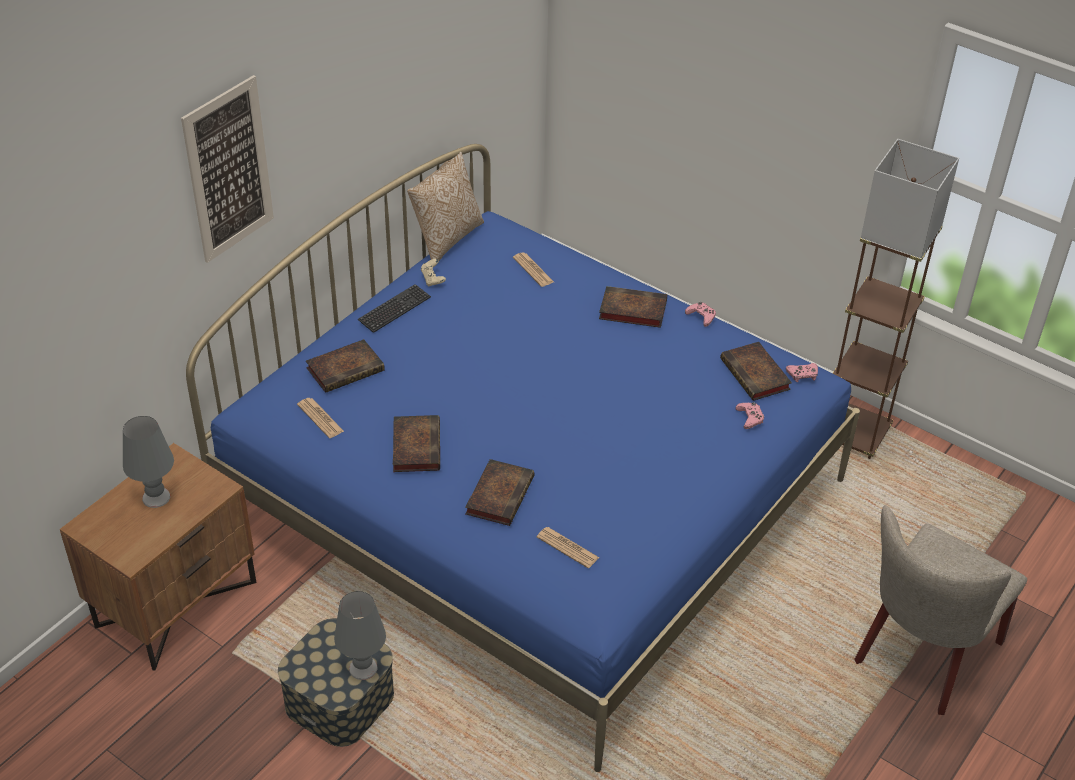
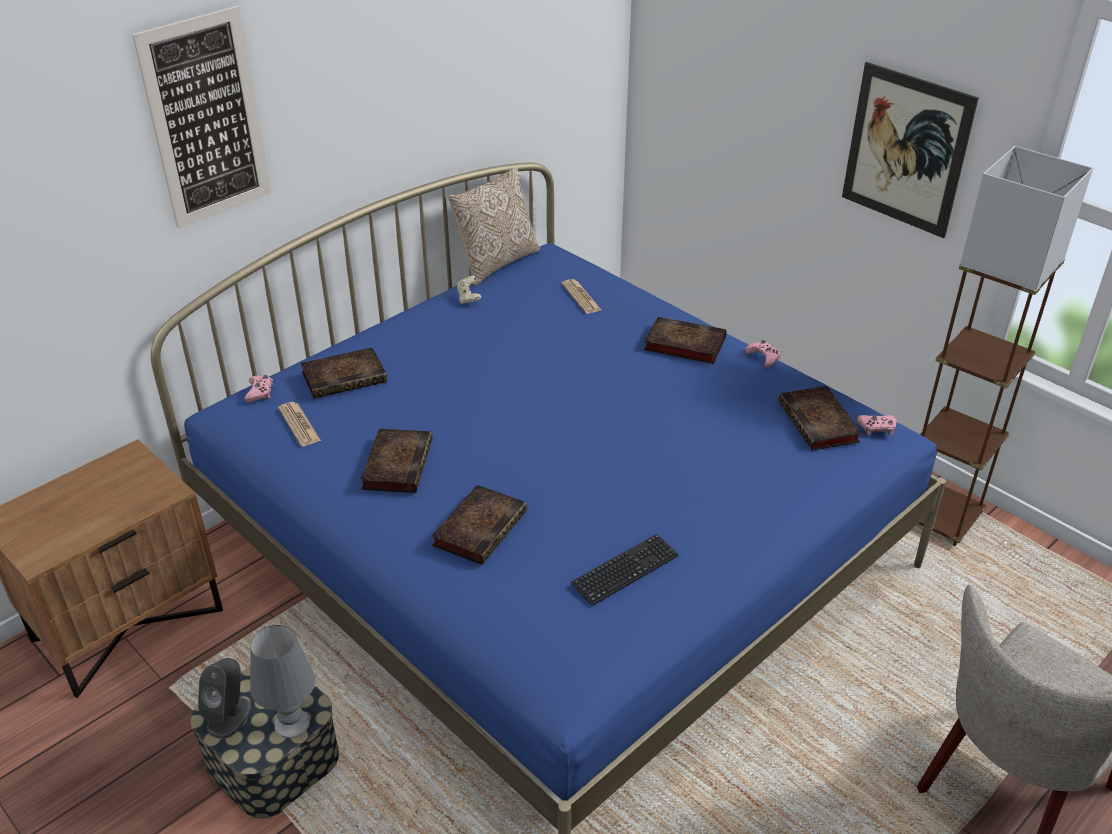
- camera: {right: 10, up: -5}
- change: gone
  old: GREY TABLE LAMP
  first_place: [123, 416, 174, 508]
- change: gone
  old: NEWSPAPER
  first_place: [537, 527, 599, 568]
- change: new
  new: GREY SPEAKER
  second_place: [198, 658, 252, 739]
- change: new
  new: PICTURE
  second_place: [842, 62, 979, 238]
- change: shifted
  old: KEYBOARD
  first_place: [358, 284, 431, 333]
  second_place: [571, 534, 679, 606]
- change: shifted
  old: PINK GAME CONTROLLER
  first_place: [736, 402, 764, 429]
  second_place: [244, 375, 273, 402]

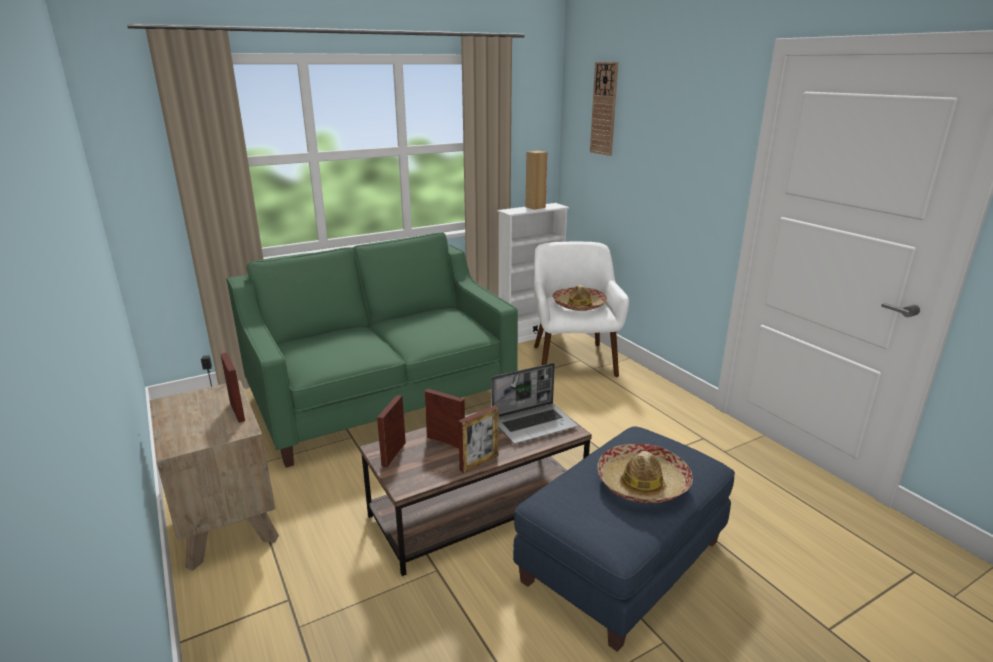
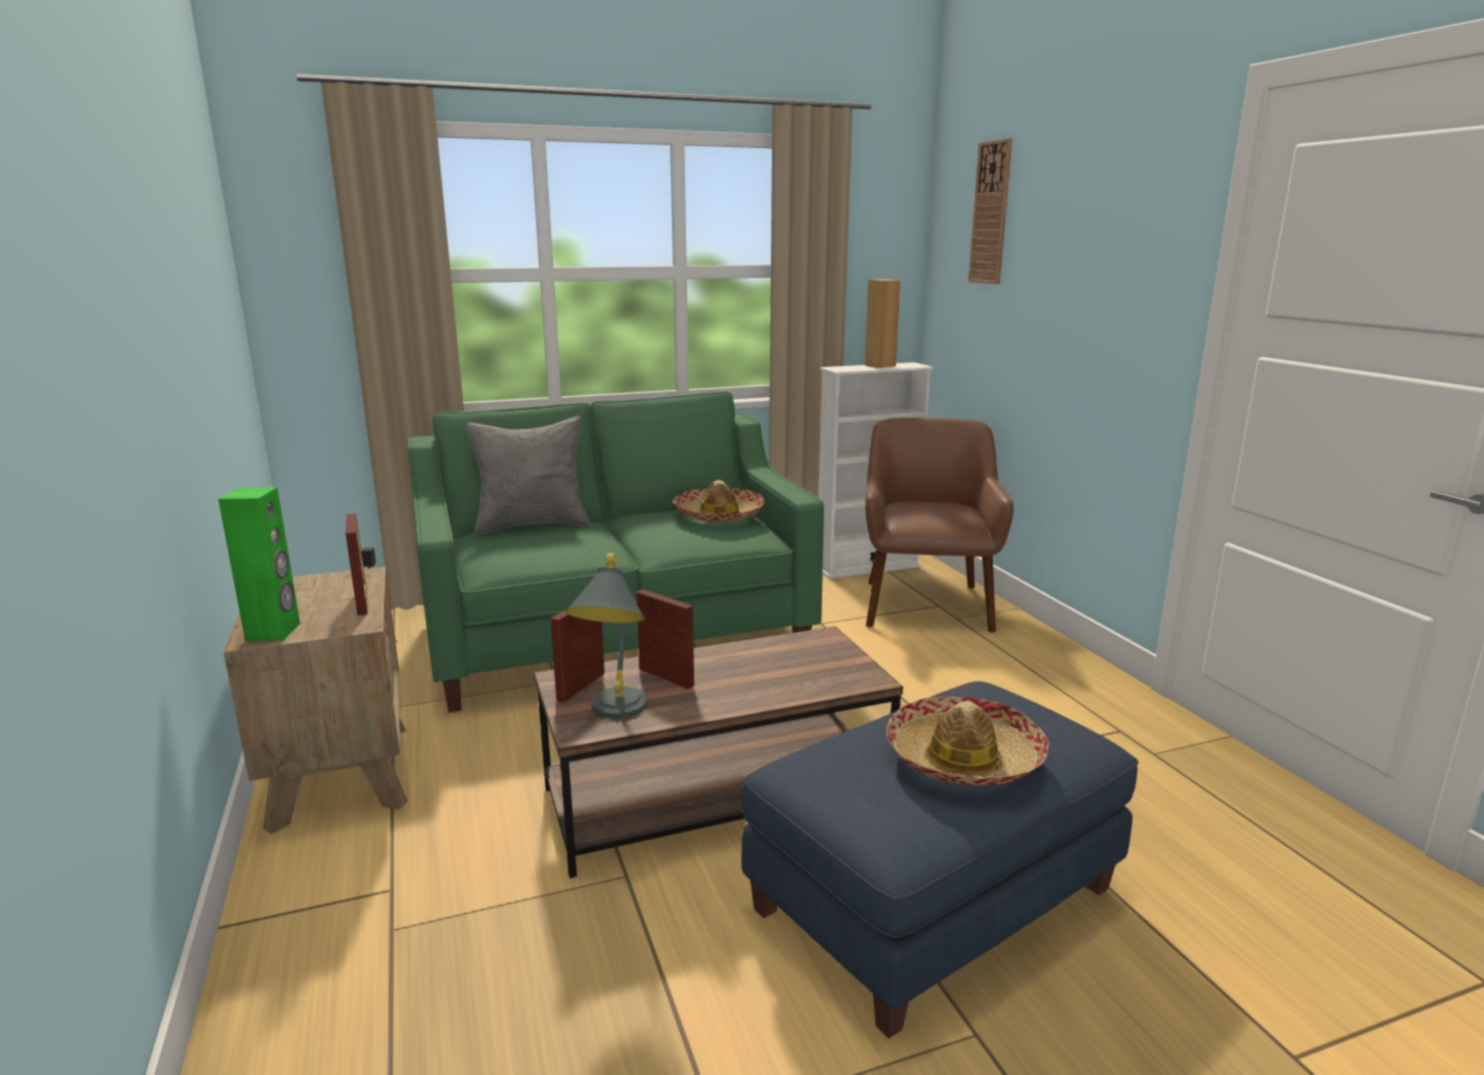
- camera: {right: 10, up: -5}
- change: gone
  old: PICTURE FRAME
  first_place: [458, 405, 499, 473]
- change: gone
  old: LAPTOP
  first_place: [491, 363, 577, 444]
- change: new
  new: GREEN SPEAKER
  second_place: [218, 487, 300, 641]
- change: new
  new: GREY PILLOW
  second_place: [466, 416, 590, 536]
- change: new
  new: GREY TABLE LAMP
  second_place: [565, 553, 648, 719]
- change: shifted
  old: HAT
  first_place: [552, 285, 607, 311]
  second_place: [673, 480, 765, 523]
- change: repainted
  old: WHITE ARMCHAIR
  new: BROWN ARMCHAIR
  first_place: [534, 242, 629, 377]
  second_place: [865, 418, 1014, 633]

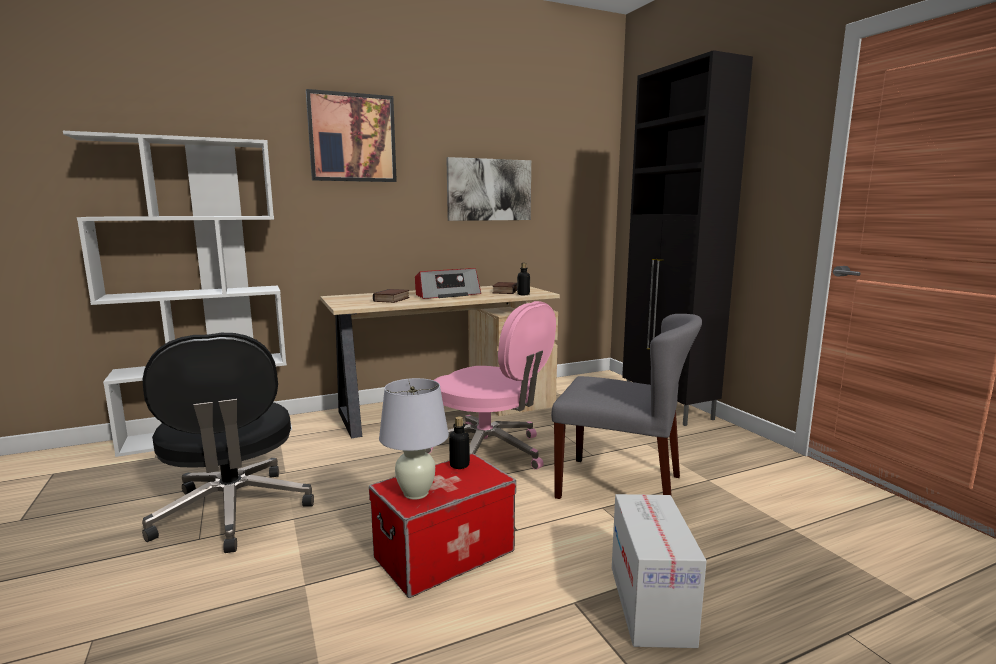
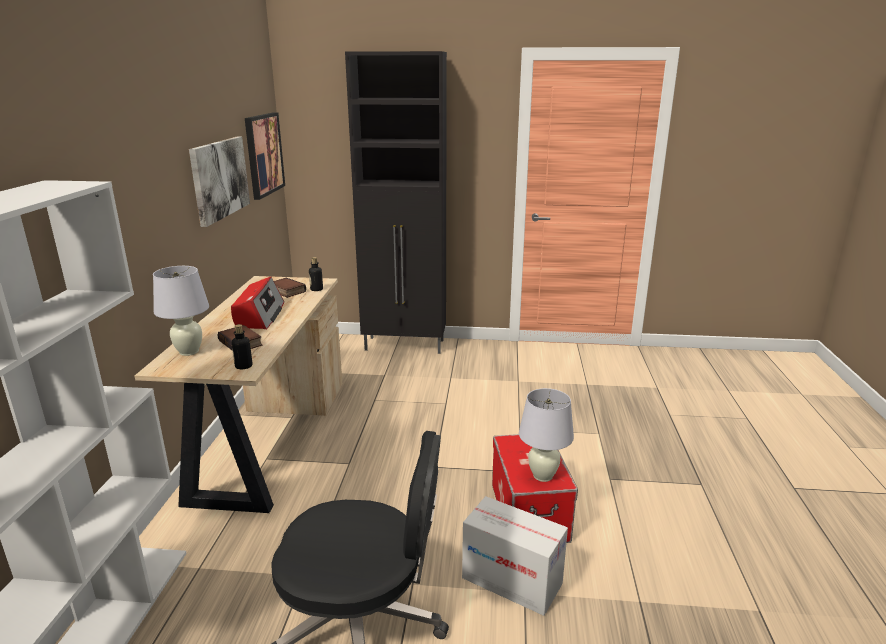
- camera: {right: -60, up: 10}
- change: gone
  old: PINK OFFICE CHAIR
  first_place: [426, 301, 556, 470]
- change: gone
  old: GREY CHAIR
  first_place: [551, 314, 702, 499]
- change: new
  new: WHITE TABLE LAMP
  second_place: [153, 266, 209, 356]
- change: shifted
  old: PICTURE
  first_place: [306, 89, 397, 182]
  second_place: [245, 112, 285, 200]
- change: shifted
  old: BOTTLE
  first_place: [449, 416, 470, 469]
  second_place: [232, 324, 252, 369]
- change: shifted
  old: CARDBOARD BOX
  first_place: [612, 494, 707, 648]
  second_place: [462, 496, 568, 616]

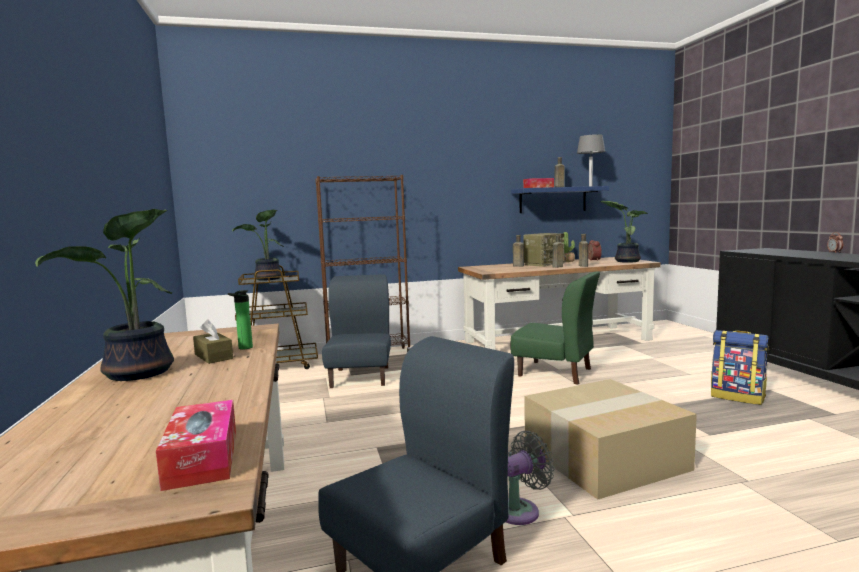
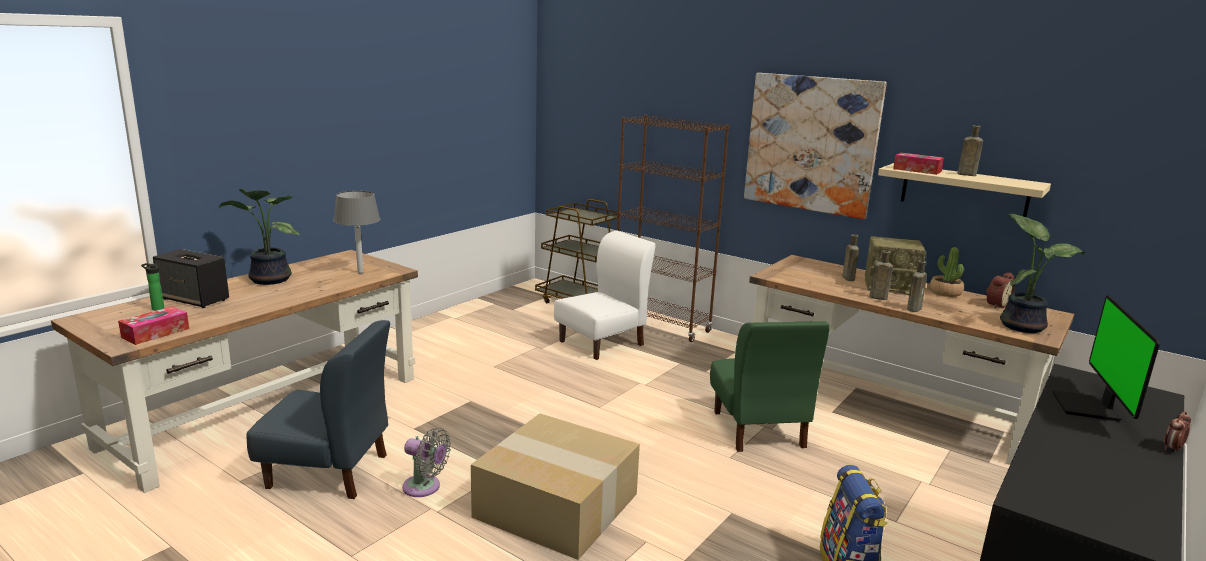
- camera: {right: 50, up: 10}
- change: gone
  old: BROWN TISSUE BOX
  first_place: [193, 319, 233, 364]
- change: gone
  old: POTTED PLANT
  first_place: [232, 210, 284, 281]
- change: new
  new: SPEAKER
  second_place: [153, 249, 229, 308]
- change: new
  new: PICTURE
  second_place: [744, 73, 887, 219]
- change: new
  new: MONITOR
  second_place: [1052, 295, 1160, 422]
- change: shifted
  old: BOTTLE
  first_place: [228, 290, 253, 350]
  second_place: [141, 263, 164, 311]
- change: shifted
  old: GREY TABLE LAMP
  first_place: [577, 134, 605, 186]
  second_place: [333, 191, 380, 273]
- change: repainted
  old: BLUE CHAIR
  new: WHITE CHAIR
  first_place: [322, 274, 391, 388]
  second_place: [554, 231, 656, 360]
- change: repainted
  old: BLUE SHELF
  new: BEIGE SHELF
  first_place: [511, 186, 609, 213]
  second_place: [878, 163, 1051, 217]

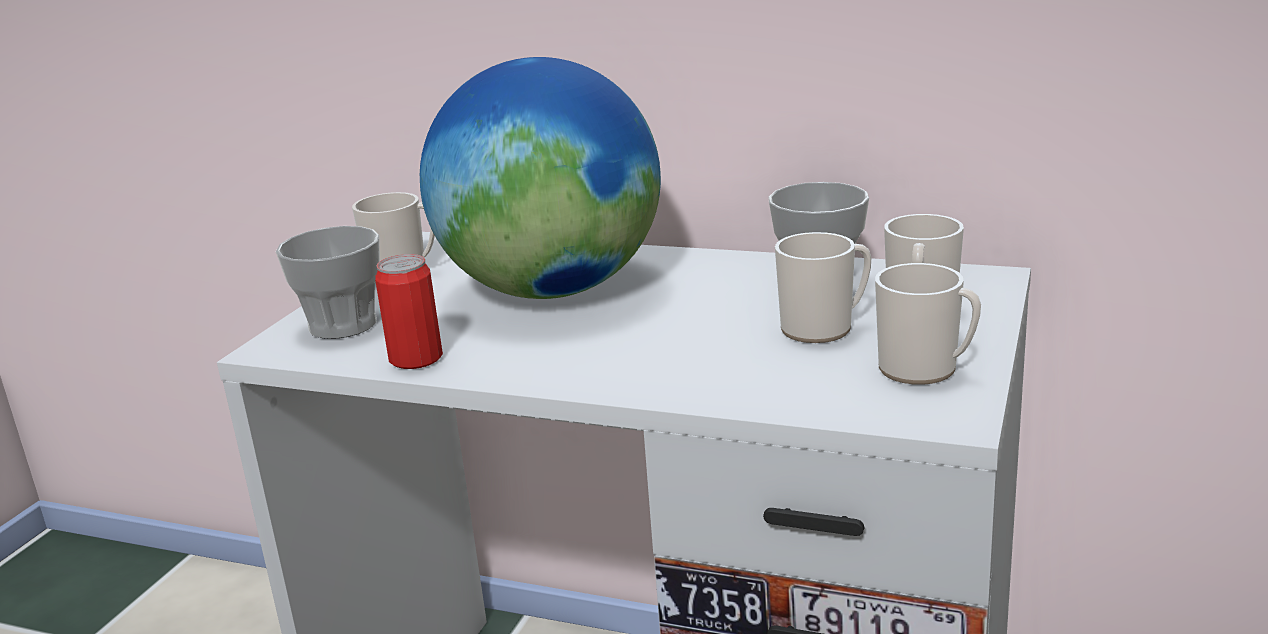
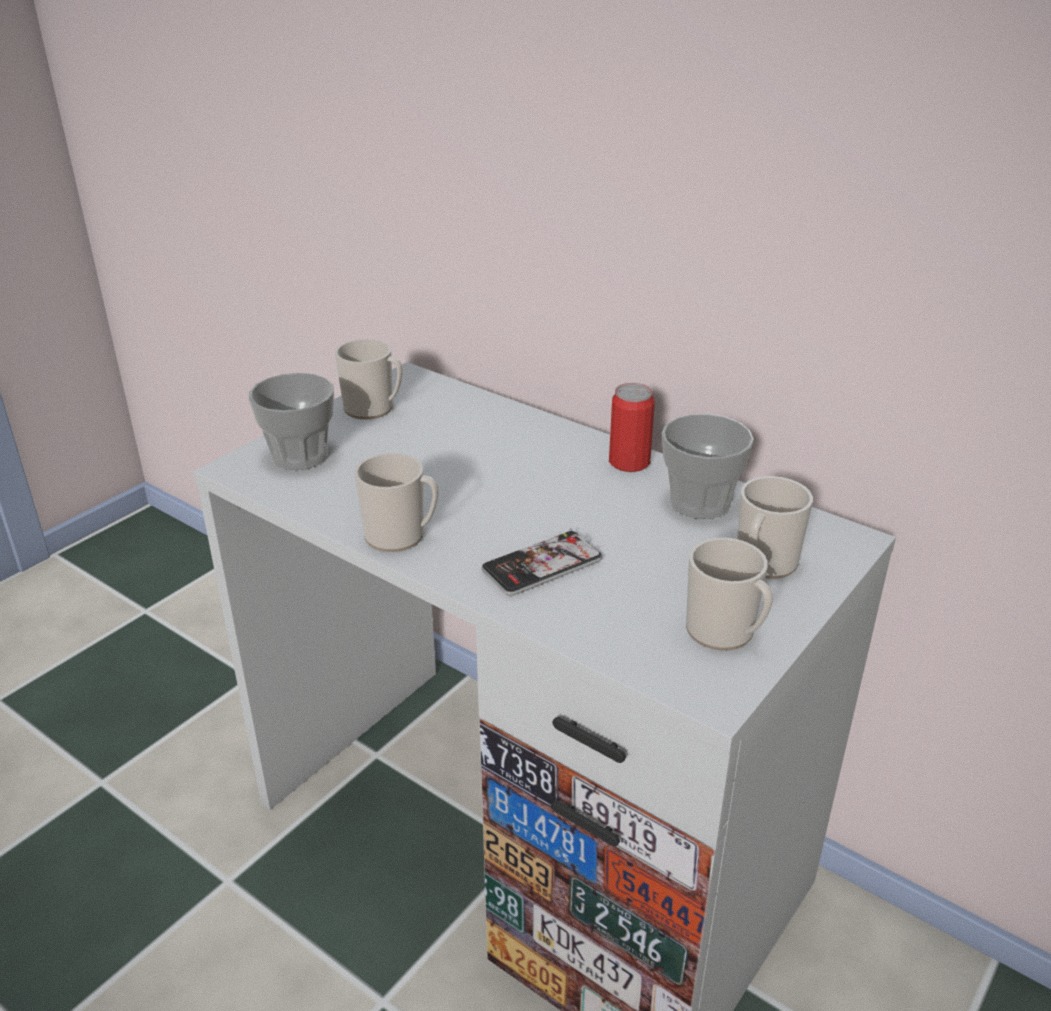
- camera: {right: 15, up: 10}
- change: gone
  old: GLOBE
  first_place: [420, 57, 661, 299]
- change: new
  new: PHONE
  second_place: [481, 528, 602, 596]
- change: shifted
  old: CAN
  first_place: [375, 254, 443, 369]
  second_place: [609, 383, 655, 472]
- change: shifted
  old: MUG
  first_place: [775, 232, 871, 343]
  second_place: [354, 453, 438, 552]

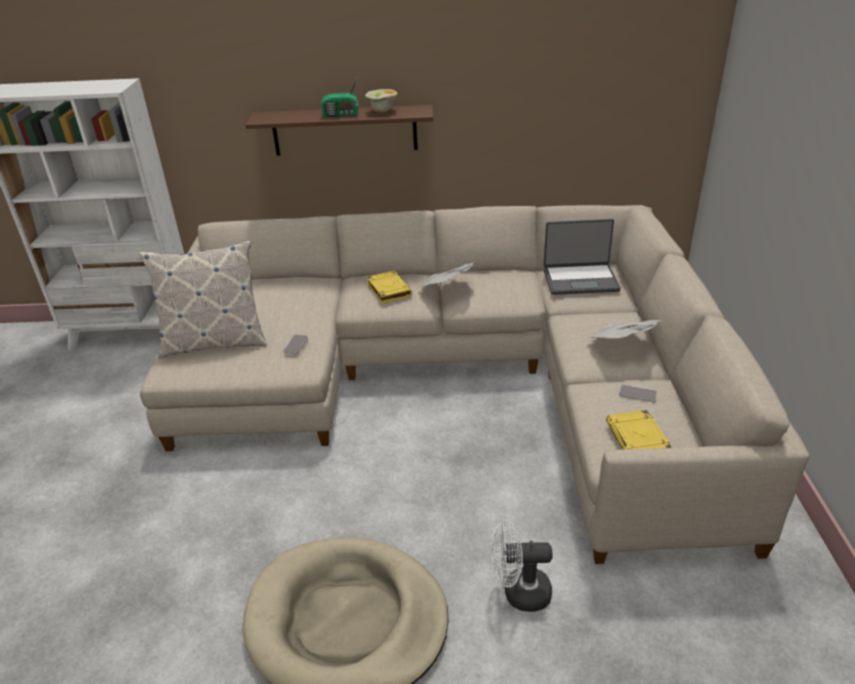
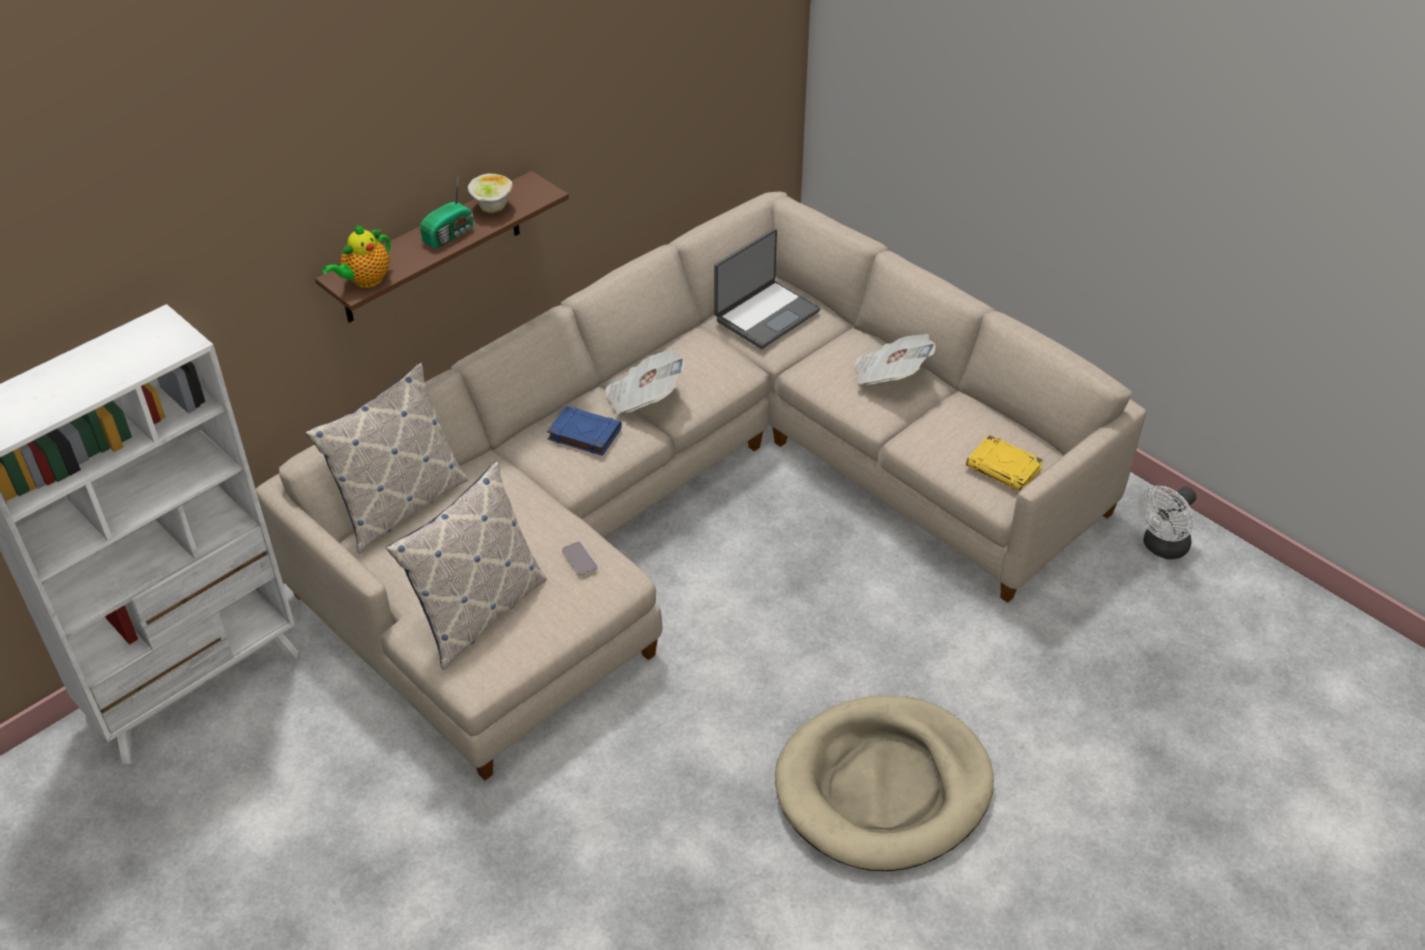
- camera: {right: -45, up: 10}
- change: gone
  old: PHONE
  first_place: [619, 385, 657, 402]
- change: new
  new: PILLOW
  second_place: [305, 363, 468, 554]
- change: new
  new: TEAPOT
  second_place: [322, 225, 391, 288]
- change: shifted
  old: WHITE FAN
  first_place: [491, 520, 552, 612]
  second_place: [1138, 486, 1196, 559]
- change: repainted
  old: YELLOW BOOK
  new: BLUE BOOK
  first_place: [367, 271, 412, 304]
  second_place: [547, 406, 622, 456]

